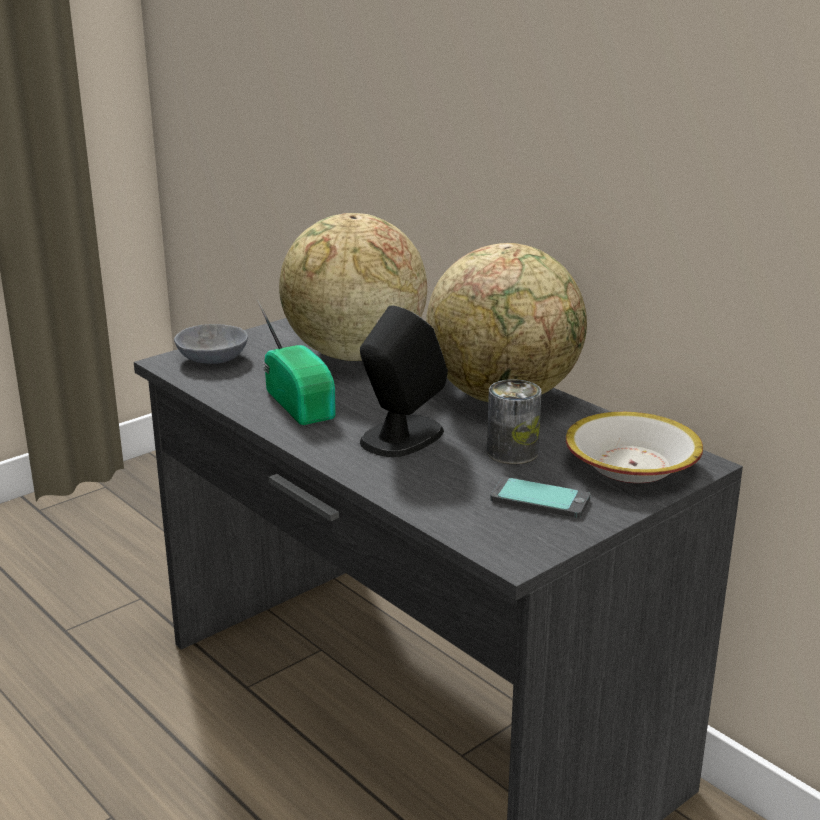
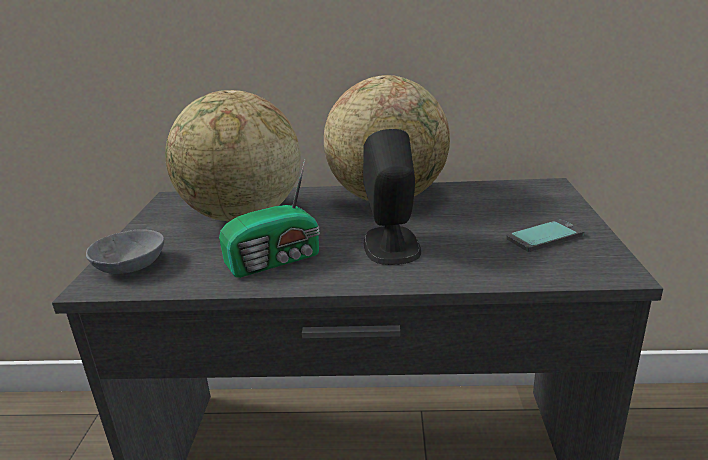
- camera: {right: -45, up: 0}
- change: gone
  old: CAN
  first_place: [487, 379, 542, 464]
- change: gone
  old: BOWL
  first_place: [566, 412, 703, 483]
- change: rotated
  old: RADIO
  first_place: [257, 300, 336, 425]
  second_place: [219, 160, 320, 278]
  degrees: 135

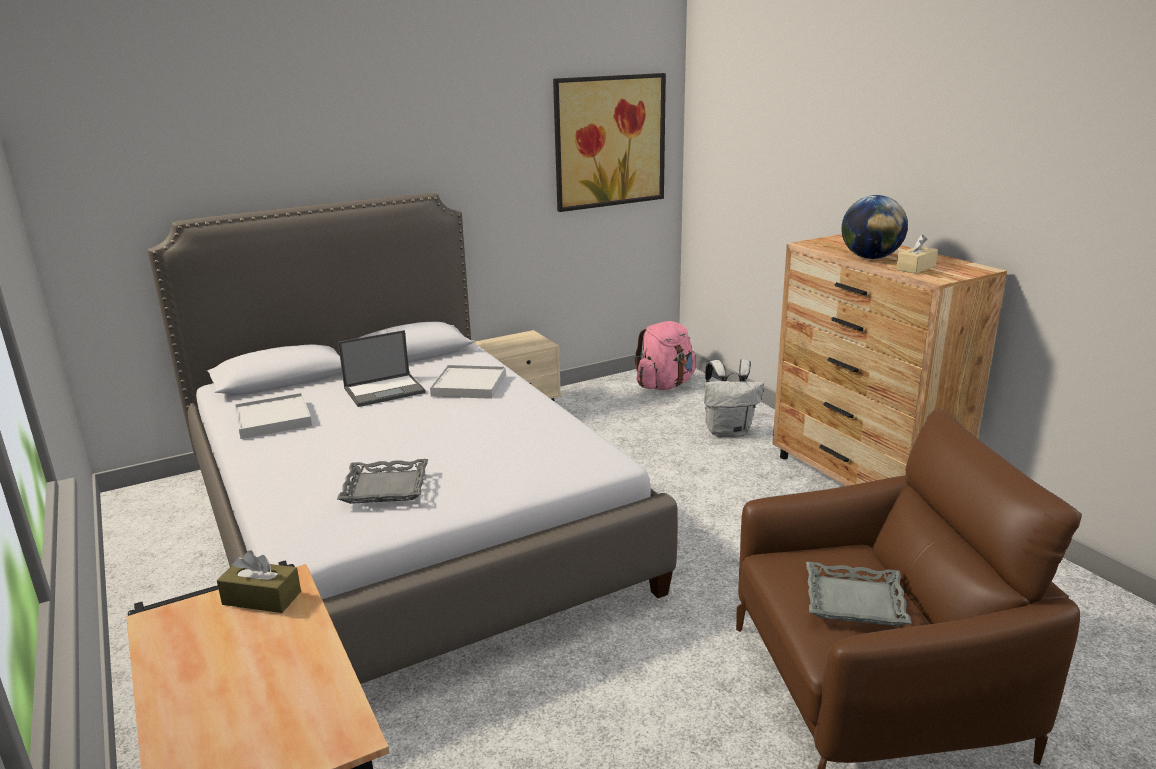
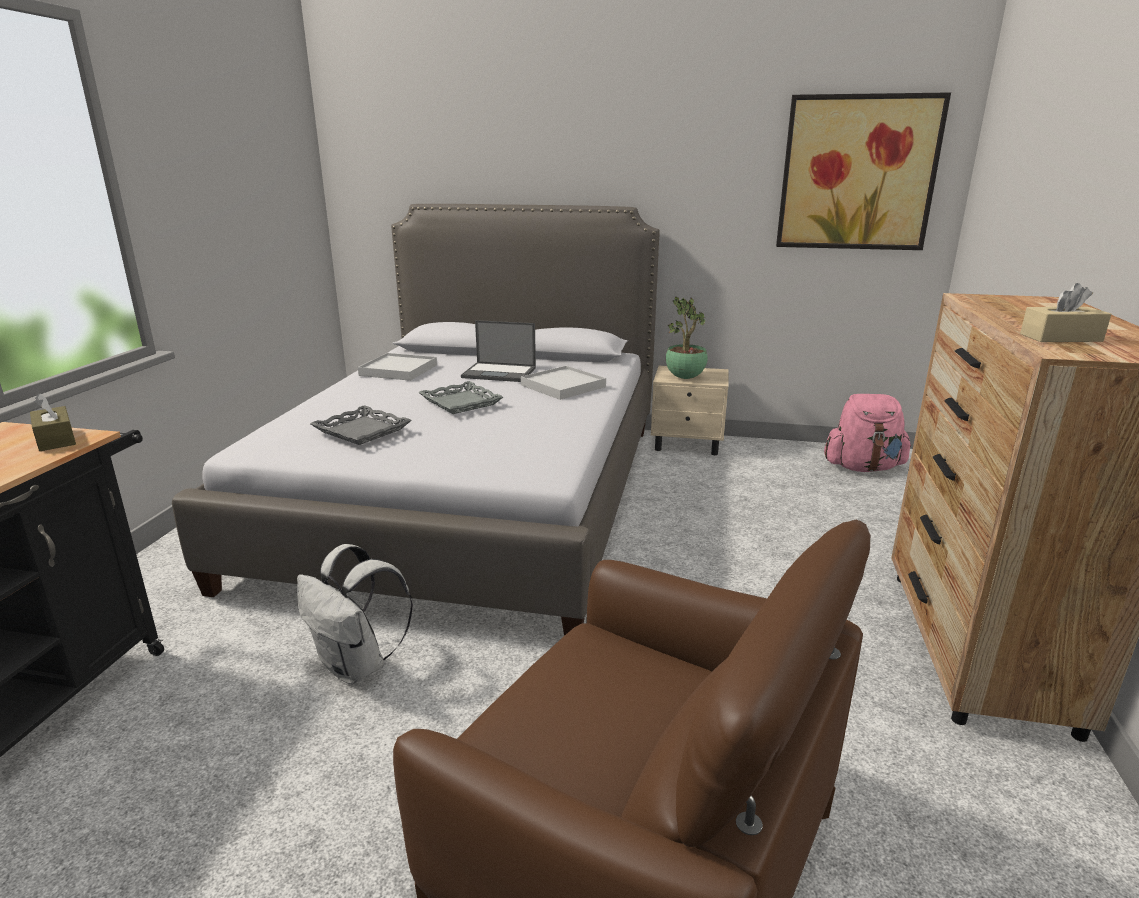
- camera: {right: 40, up: 0}
- change: gone
  old: GLOBE
  first_place: [841, 195, 908, 259]
- change: new
  new: POTTED PLANT
  second_place: [666, 297, 708, 379]
- change: shifted
  old: WHITE BACKPACK
  first_place: [704, 359, 764, 437]
  second_place: [297, 544, 413, 685]
- change: shifted
  old: GREY TRAY
  first_place: [806, 562, 912, 626]
  second_place: [418, 381, 503, 414]

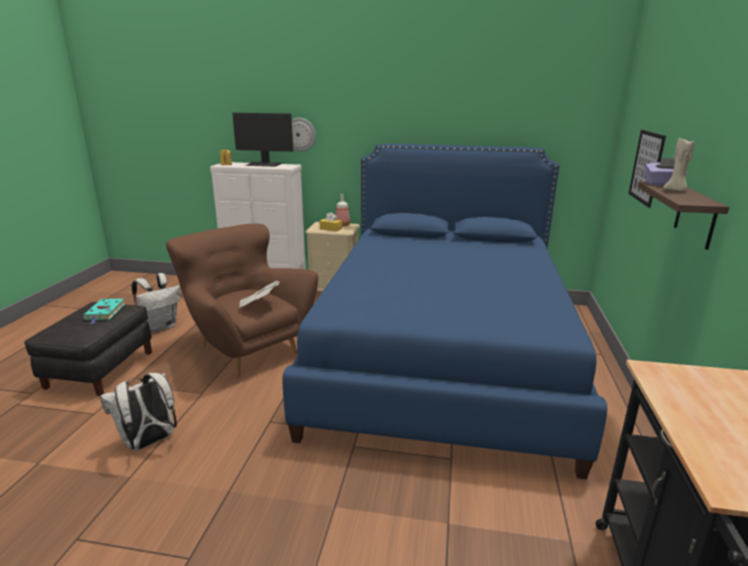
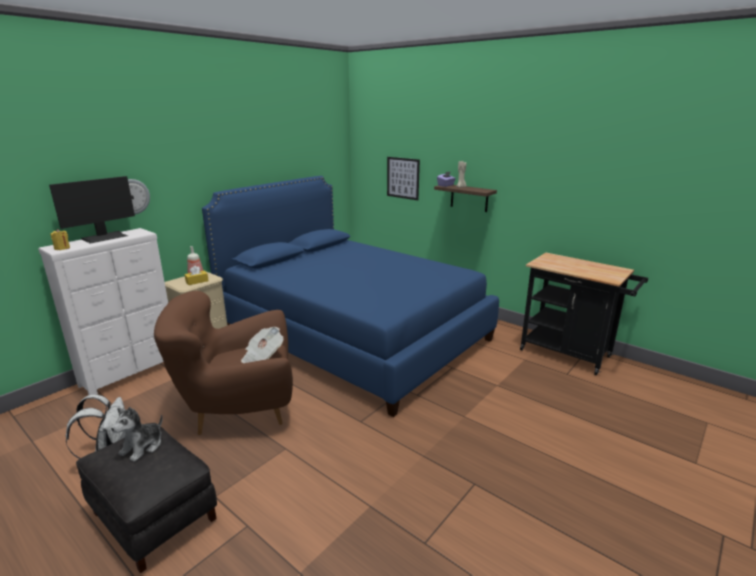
- camera: {right: -60, up: 0}
- change: gone
  old: WHITE BACKPACK
  first_place: [100, 373, 177, 451]
- change: swapped
  old: TURQUOISE BOOK
  new: PLUSH TOY
  first_place: [83, 299, 125, 324]
  second_place: [111, 407, 163, 462]

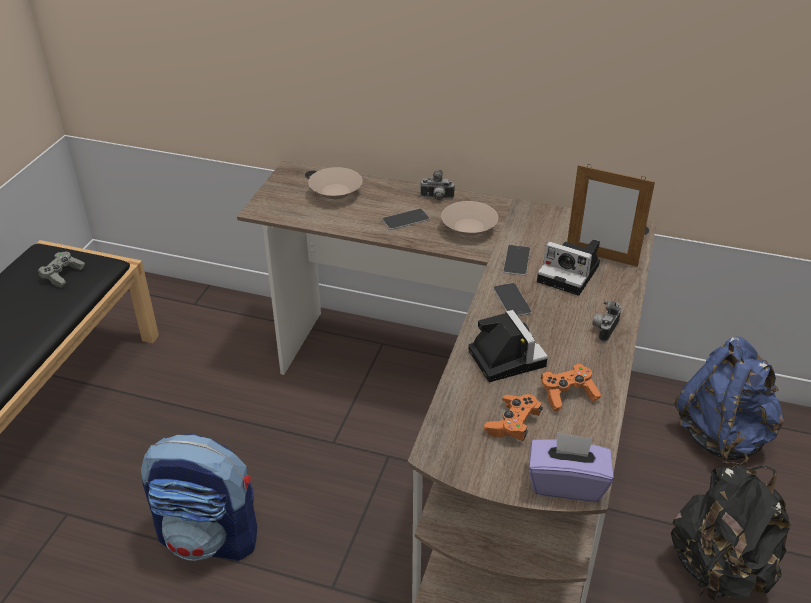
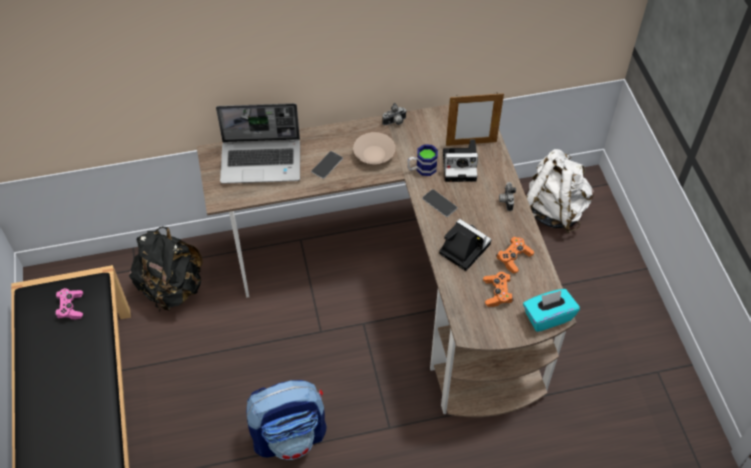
- camera: {right: -30, up: 15}
- change: shifted
  old: PHOTO CAMERA
  first_place: [420, 170, 454, 200]
  second_place: [382, 103, 407, 125]
- change: shifted
  old: BLACK BACKPACK
  first_place: [671, 465, 791, 601]
  second_place: [129, 226, 202, 311]
- change: swapped
  old: BEIGE BOWL
  new: LAPTOP
  first_place: [308, 167, 362, 199]
  second_place: [216, 103, 300, 184]
- change: swapped
  old: PHONE
  new: MUG
  first_place: [503, 245, 530, 275]
  second_place: [407, 144, 438, 176]
- change: repainted
  old: GREY GAME CONTROLLER
  new: PINK GAME CONTROLLER
  first_place: [38, 252, 85, 288]
  second_place: [55, 288, 83, 319]
- change: repainted
  old: PURPLE TISSUE BOX
  new: TURQUOISE TISSUE BOX
  first_place: [529, 432, 614, 502]
  second_place: [523, 289, 580, 332]
- change: repainted
  old: BLUE BACKPACK
  new: WHITE BACKPACK
  first_place: [674, 337, 784, 465]
  second_place: [526, 149, 594, 233]

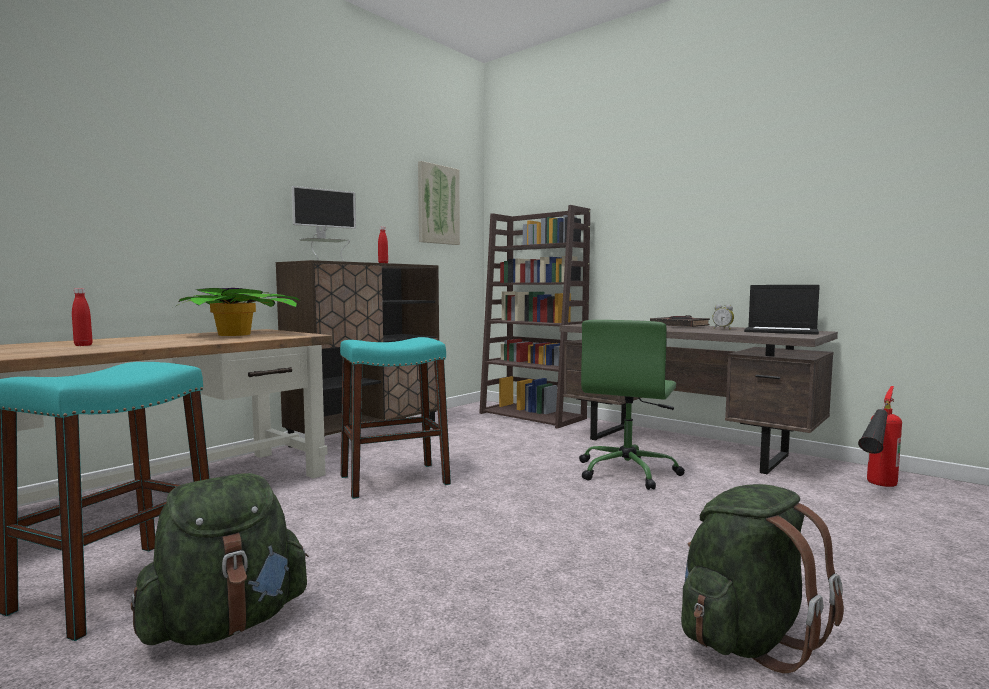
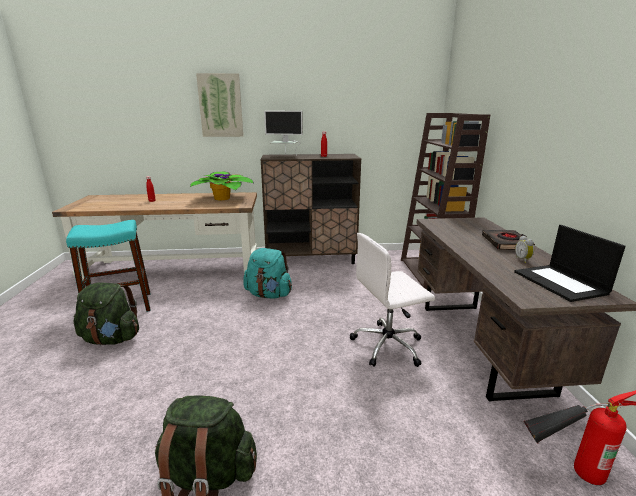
- camera: {right: 45, up: 15}
- change: shifted
  old: PICTURE
  first_place: [418, 161, 460, 245]
  second_place: [196, 73, 243, 137]
- change: swapped
  old: TURQUOISE STOOL
  new: TURQUOISE BACKPACK
  first_place: [340, 337, 451, 499]
  second_place: [243, 248, 292, 299]
- change: repainted
  old: GREEN OFFICE CHAIR
  new: WHITE OFFICE CHAIR
  first_place: [579, 320, 685, 490]
  second_place: [350, 233, 435, 367]

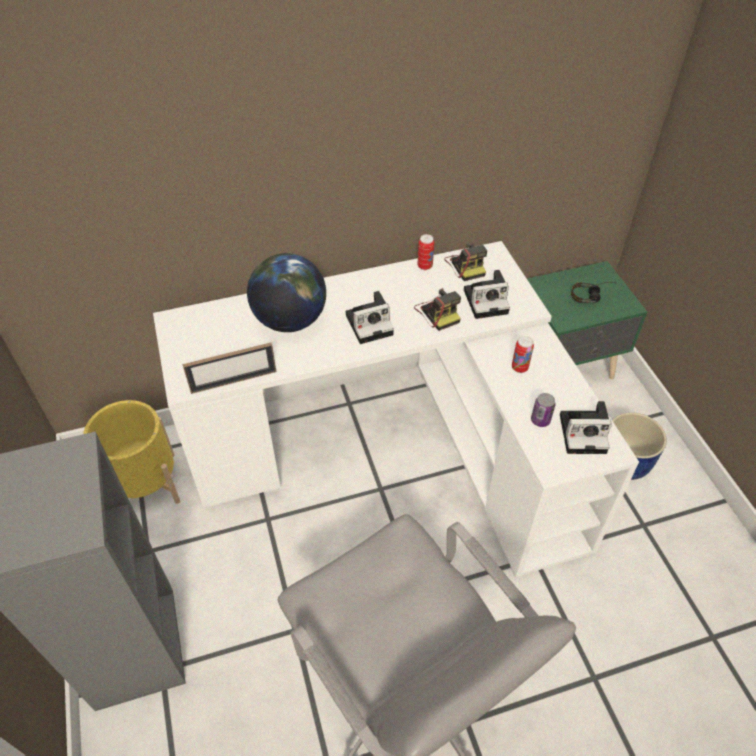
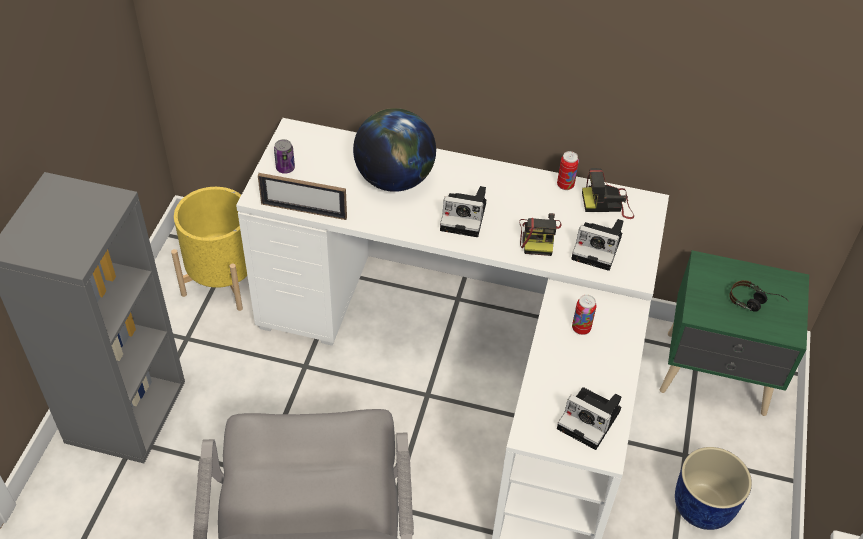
- camera: {right: 30, up: 0}
- change: shifted
  old: CAN
  first_place: [531, 393, 555, 427]
  second_place: [274, 139, 295, 174]
- change: rotated
  old: PHOTO CAMERA
  first_place: [444, 243, 487, 281]
  second_place: [582, 168, 634, 219]
  degrees: 75

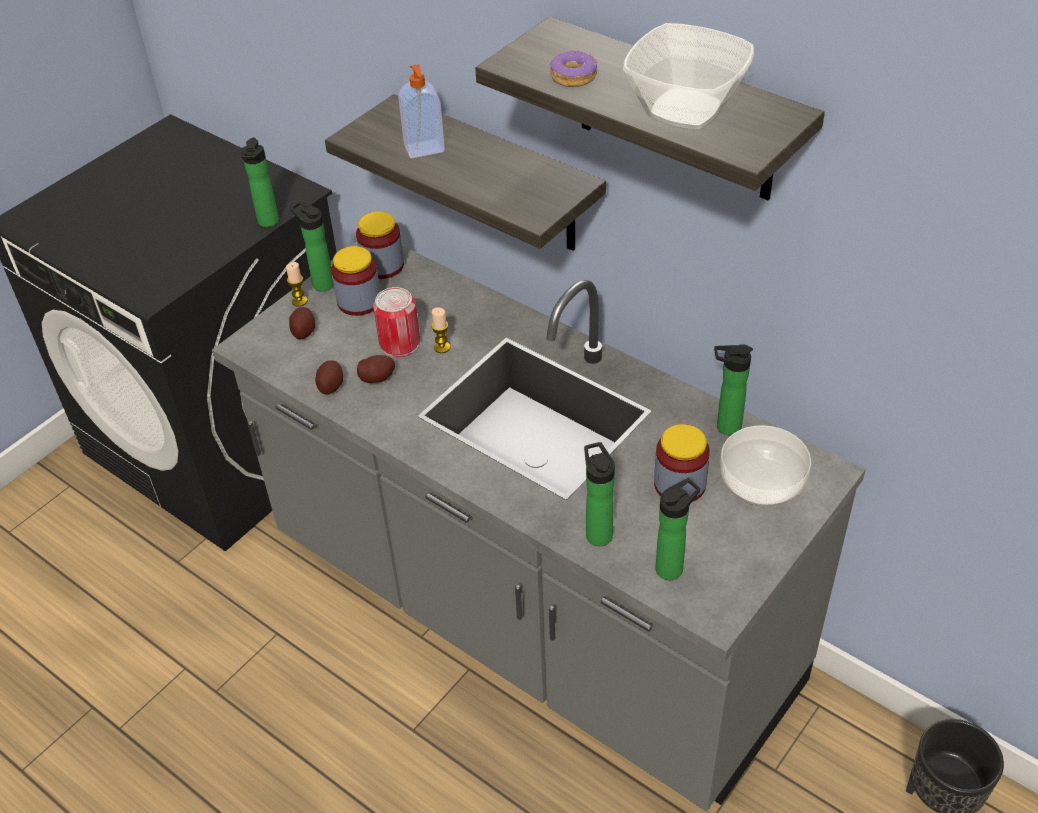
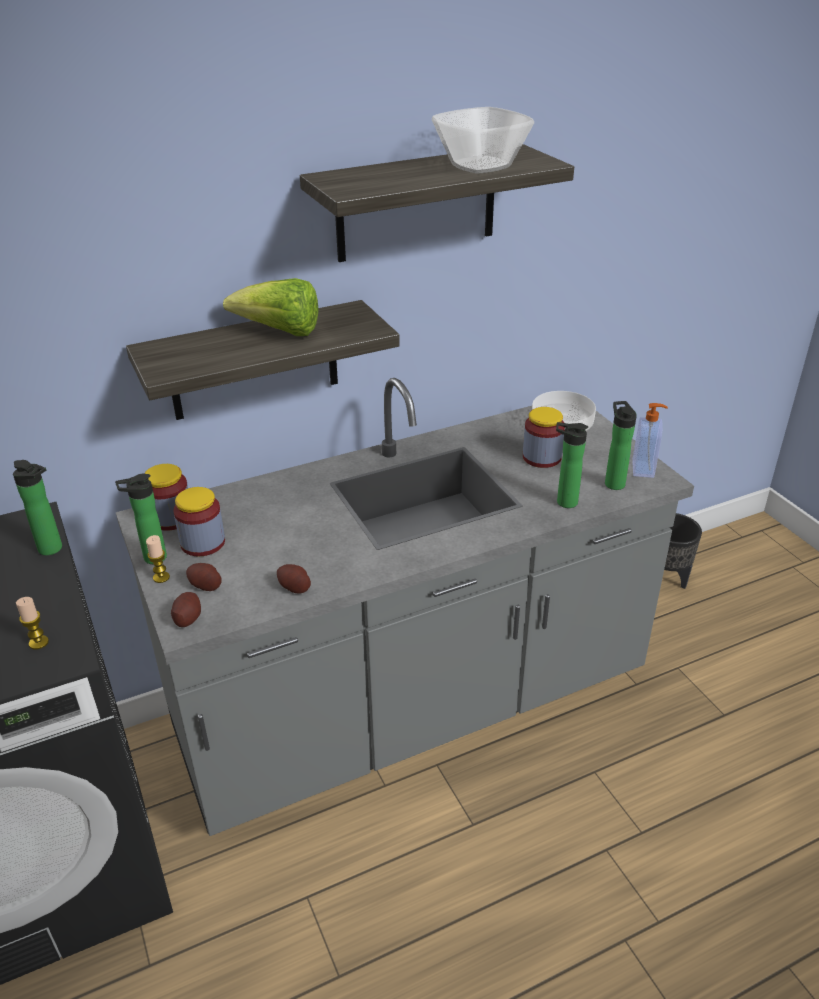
- camera: {right: -65, up: -10}
- change: gone
  old: CAN
  first_place: [373, 287, 420, 357]
- change: gone
  old: DONUT
  first_place: [550, 50, 597, 87]
- change: gone
  old: BOTTLE
  first_place: [714, 344, 753, 435]
- change: new
  new: LETTUCE
  second_place: [223, 278, 319, 336]
- change: shifted
  old: POTATO
  first_place: [357, 355, 395, 383]
  second_place: [171, 592, 201, 627]
- change: shifted
  old: SOAP DISPENSER
  first_place: [398, 64, 445, 158]
  second_place: [632, 403, 668, 478]
- change: shifted
  old: CANDLE
  first_place: [431, 307, 450, 353]
  second_place: [16, 597, 49, 650]

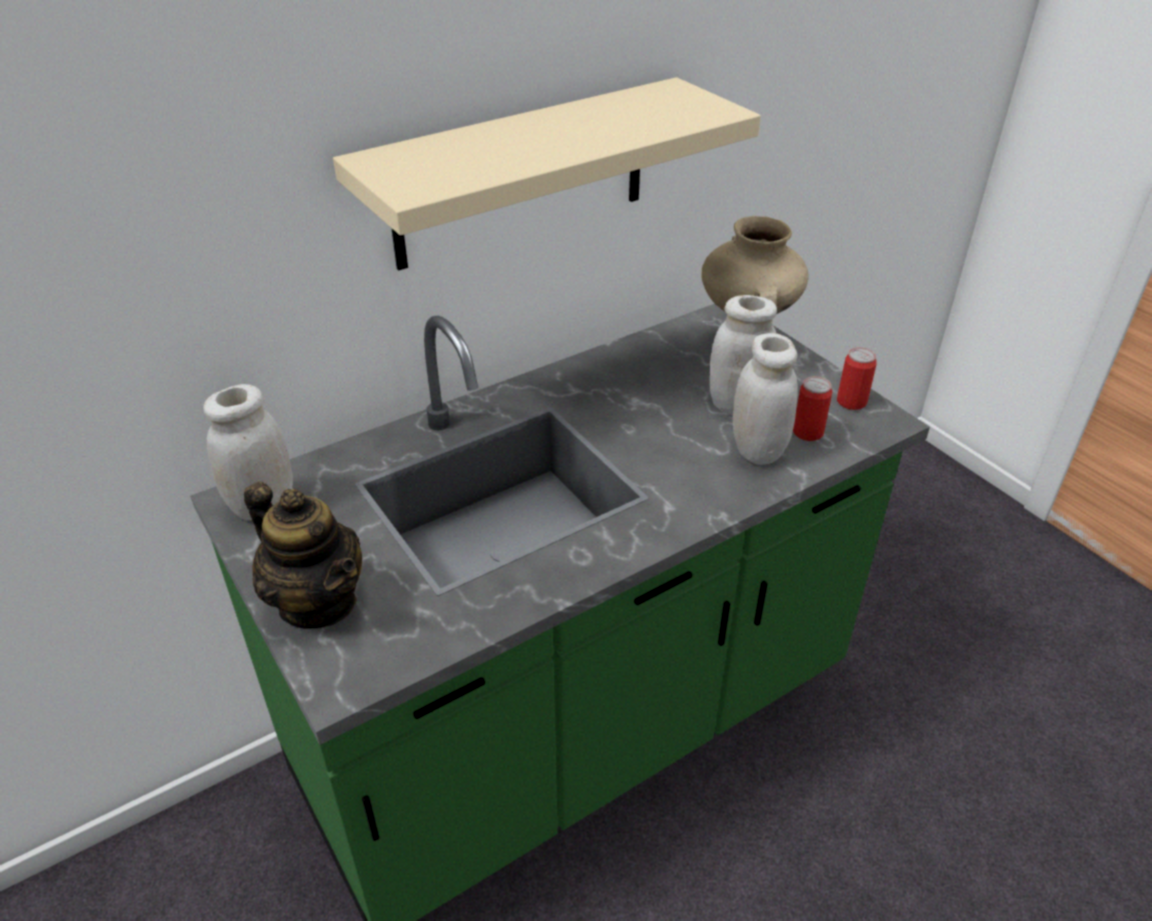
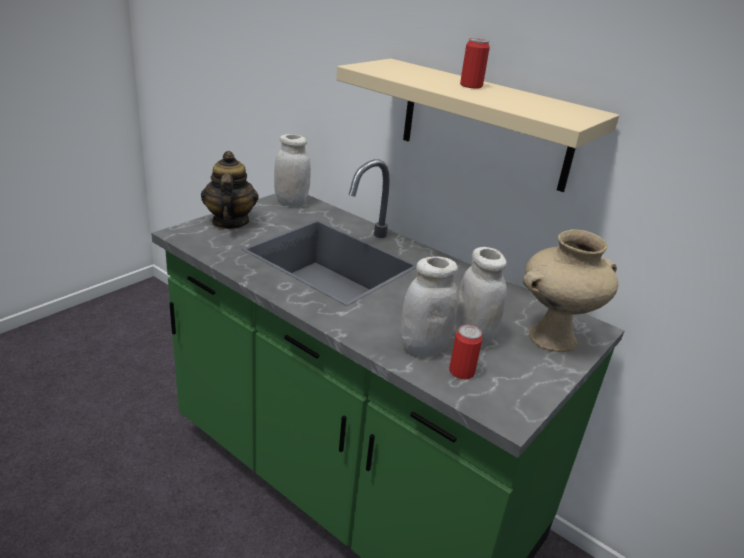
- camera: {right: 70, up: -10}
- change: shifted
  old: CAN
  first_place: [837, 347, 877, 410]
  second_place: [460, 38, 490, 89]
- change: rotated
  old: TEAPOT
  first_place: [244, 482, 362, 629]
  second_place: [201, 151, 259, 229]
  degrees: 150

